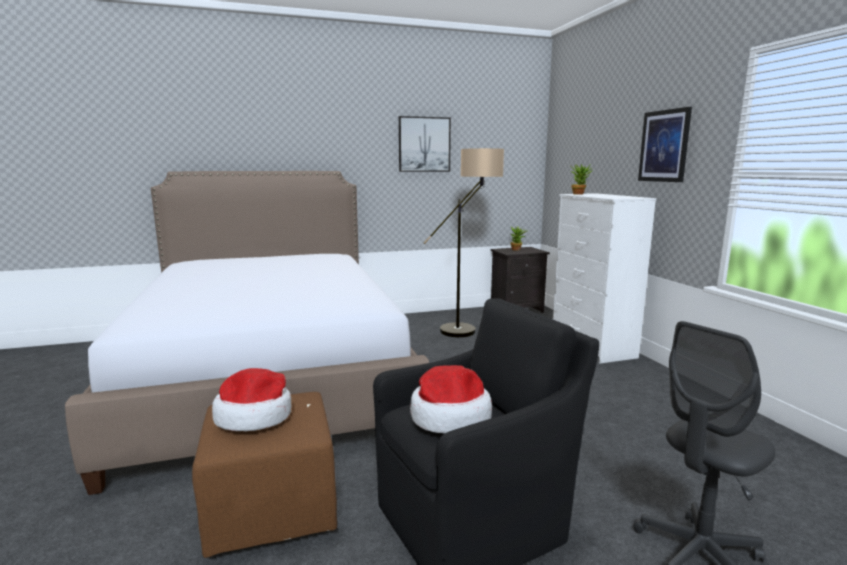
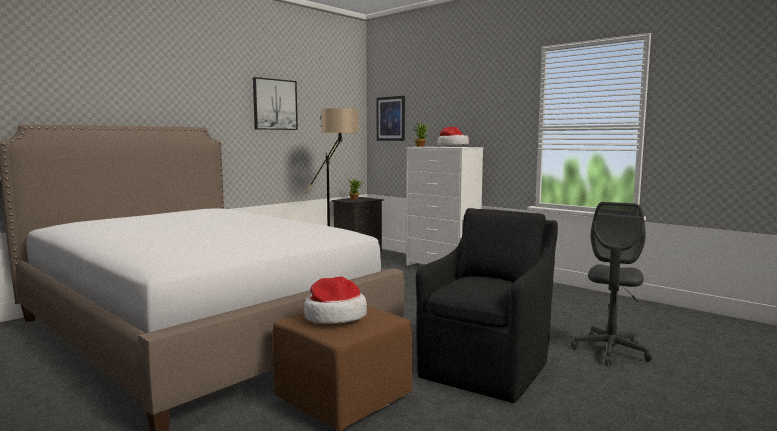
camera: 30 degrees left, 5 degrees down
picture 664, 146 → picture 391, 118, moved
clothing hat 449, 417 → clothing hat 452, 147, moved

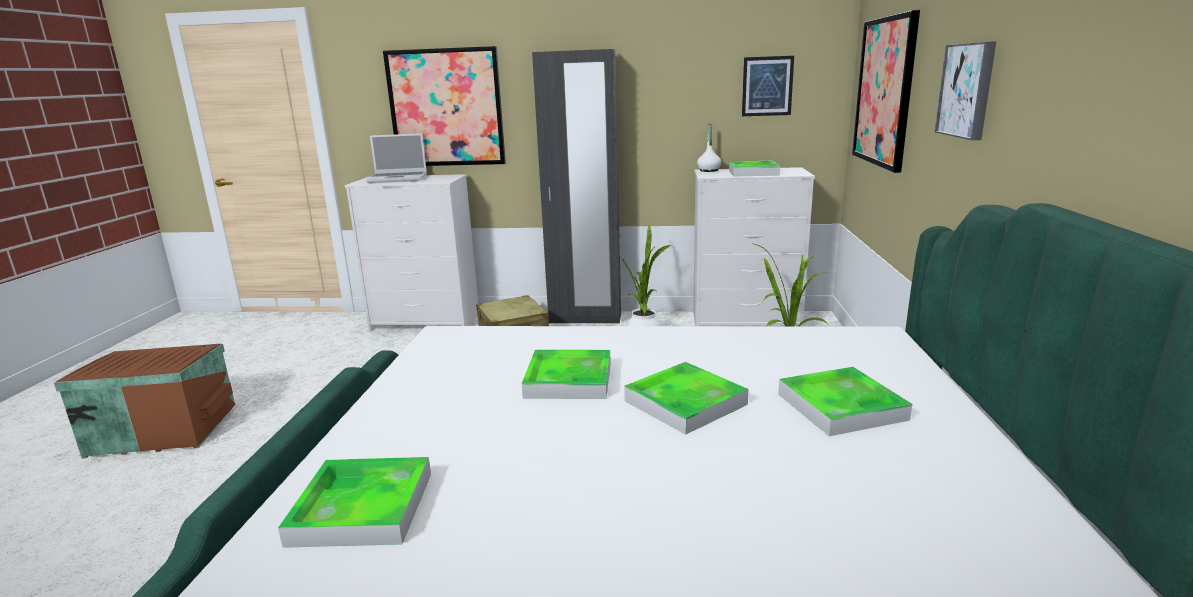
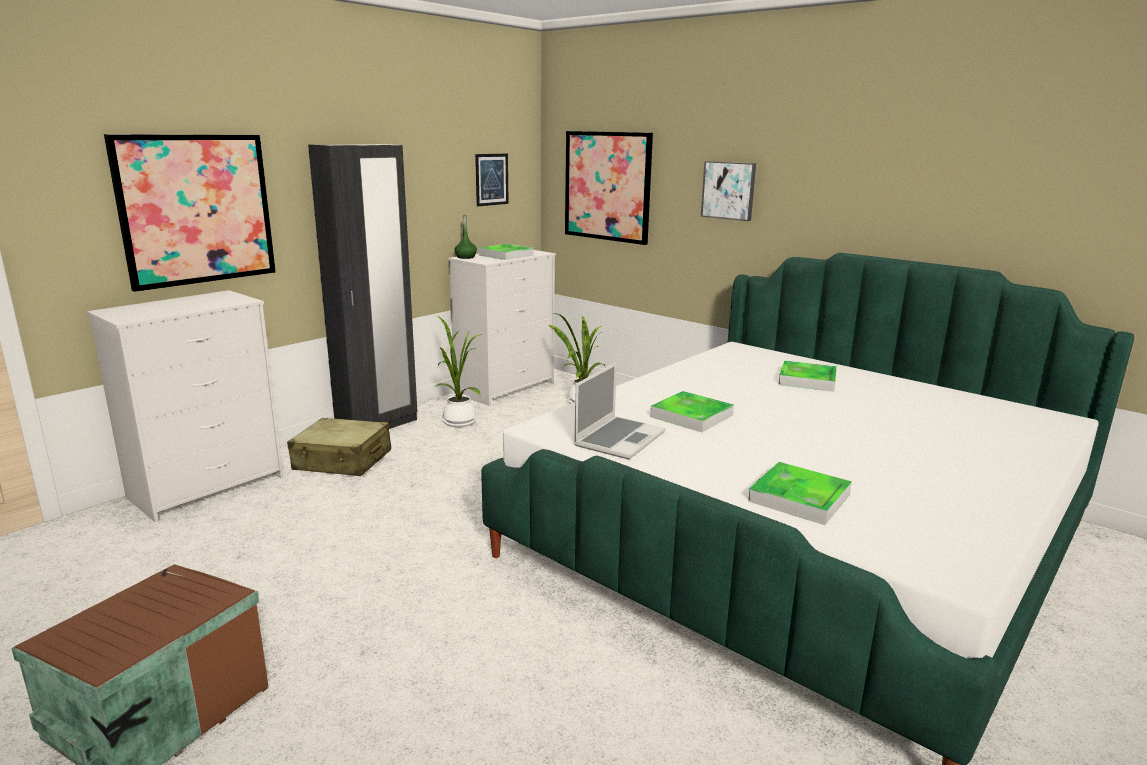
camera: 55 degrees left, 0 degrees up
whitish bottle 709, 170 → green bottle 466, 257
laptop 399, 179 → laptop 619, 439, moved
tray 685, 402 → -

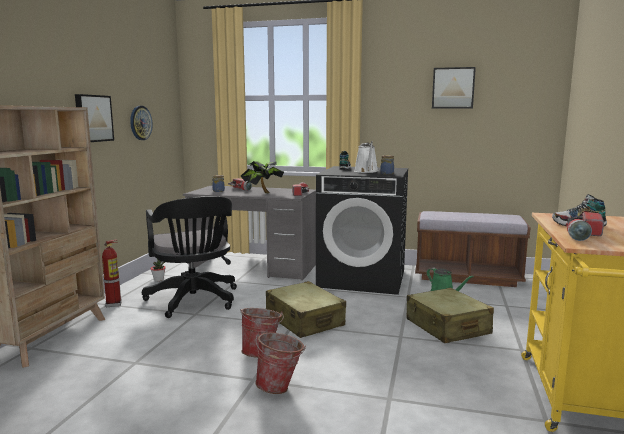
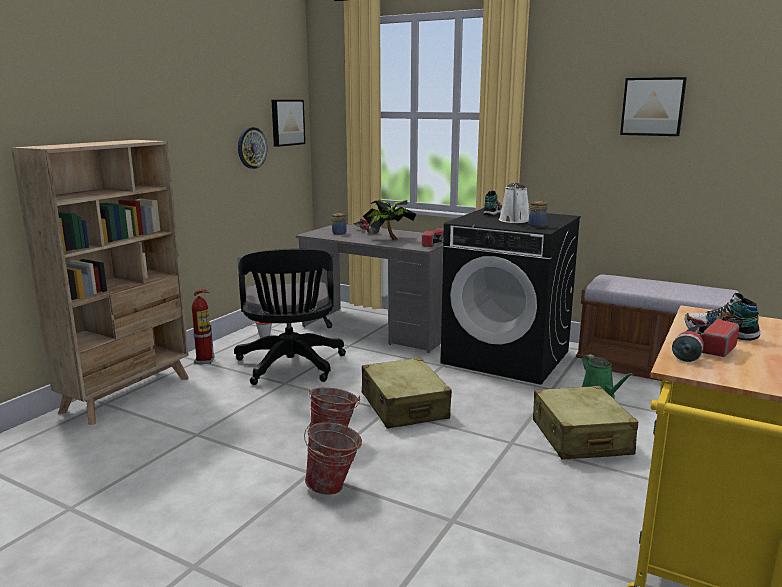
camera: 15 degrees right, 5 degrees up
picture 93, 118 → picture 286, 122, moved

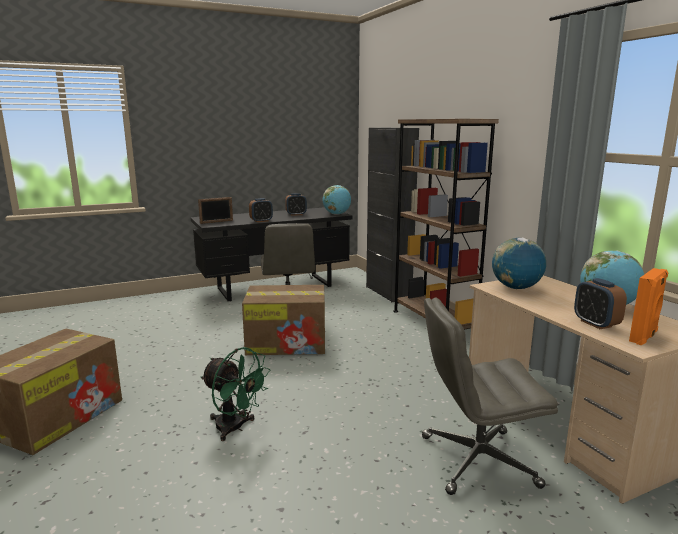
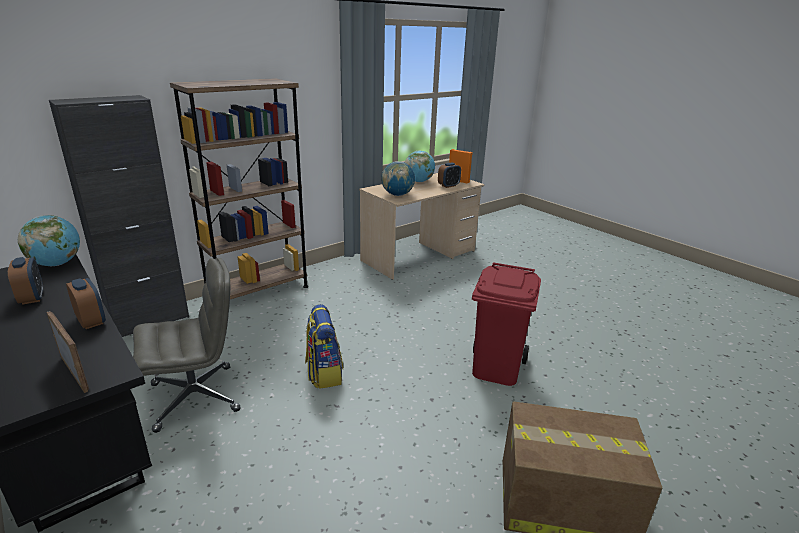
camera: 105 degrees left, 10 degrees up
cardboard box 288, 343 → rucksack 323, 373
green cooling fan 235, 428 → red-coloured rubbish bin 495, 368
greyish desk chair 476, 461 → -

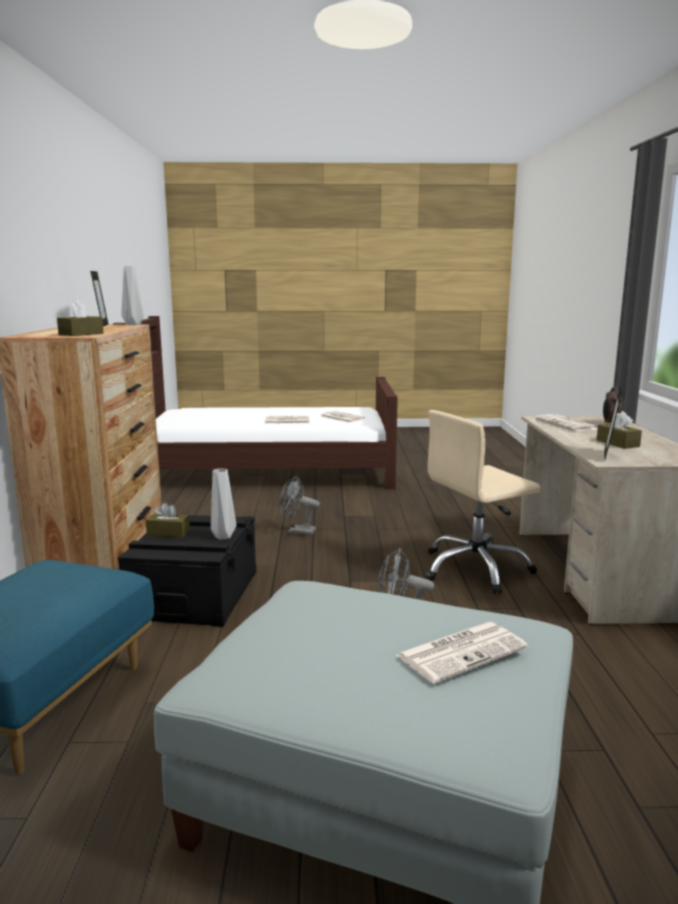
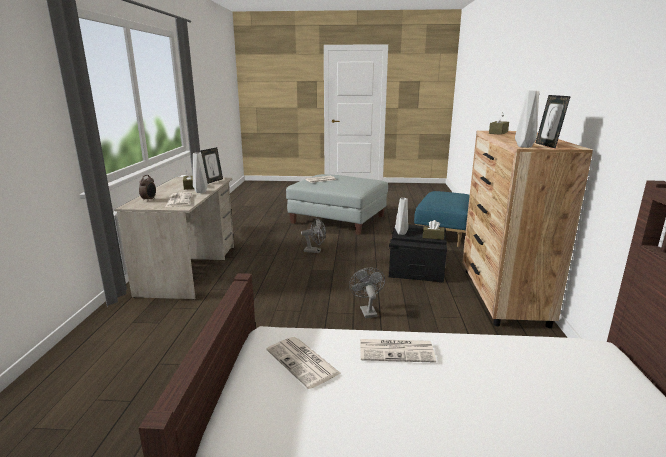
camera: 175 degrees left, 5 degrees up
- → greyish vase 201, 192
greyish cooling fan 297, 532 → greyish cooling fan 367, 310, 120 degrees counterclockwise
beige desk chair 476, 569 → -

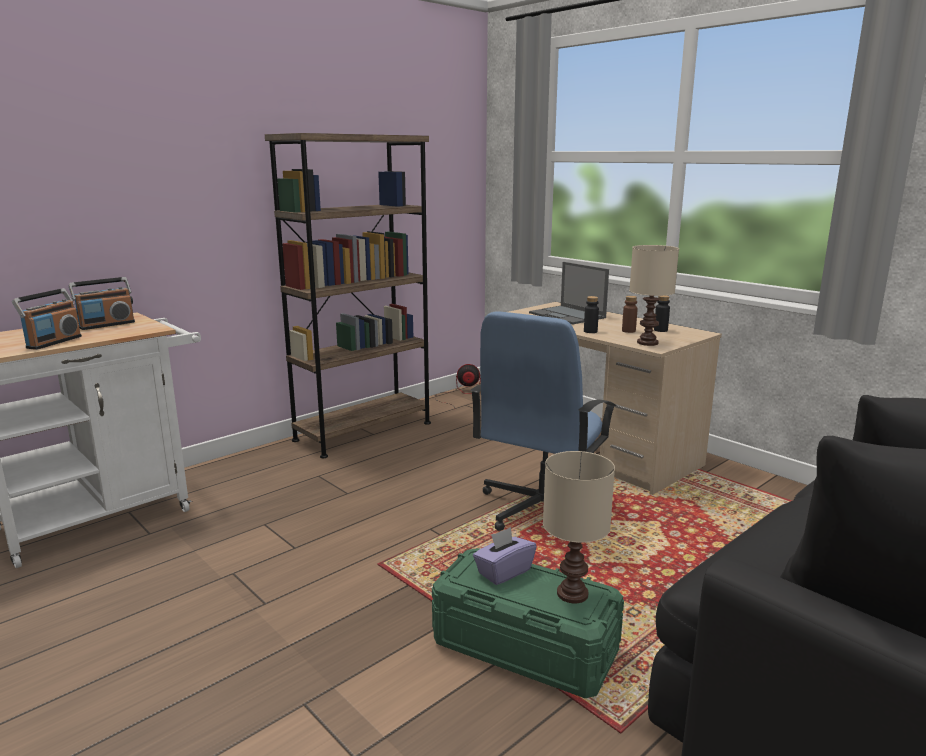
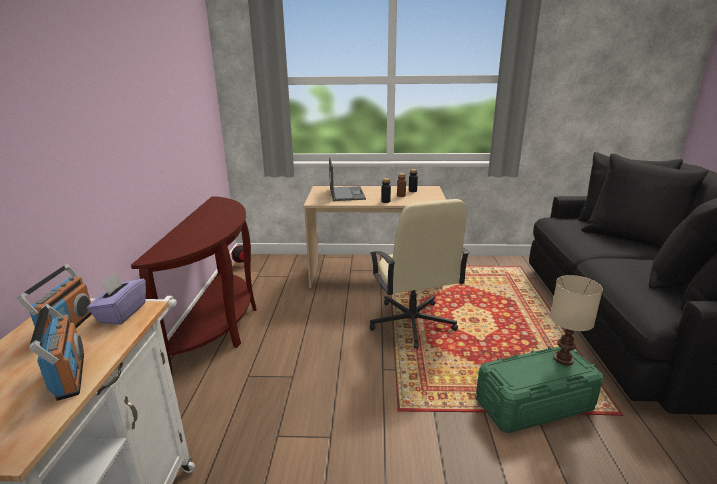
camera: 45 degrees left, 5 degrees up
purple-coloured tissue box 503, 571 → purple-coloured tissue box 122, 313, moved
brown-coloured bookshelf 363, 431 → brown-coloured hall table 220, 326
laptop 568, 315 → laptop 346, 194, 105 degrees counterclockwise
blue desk chair 541, 509 → beige desk chair 412, 323
beige lamp for a table 648, 343 → -

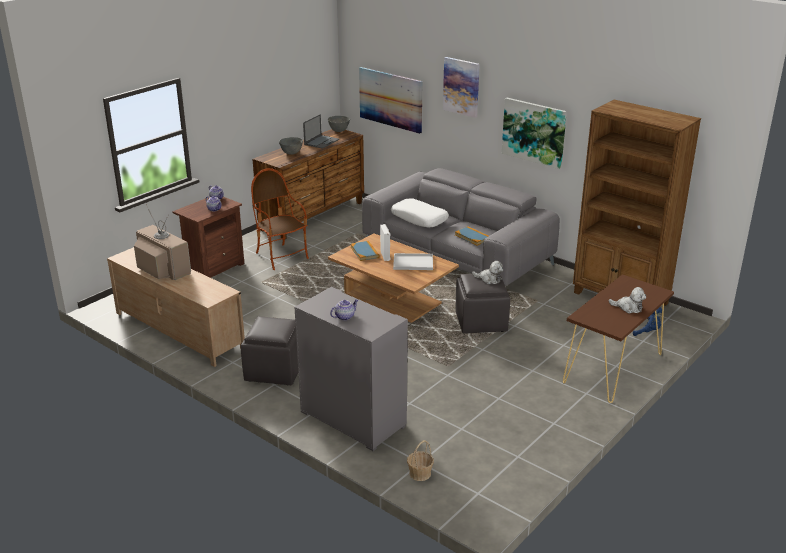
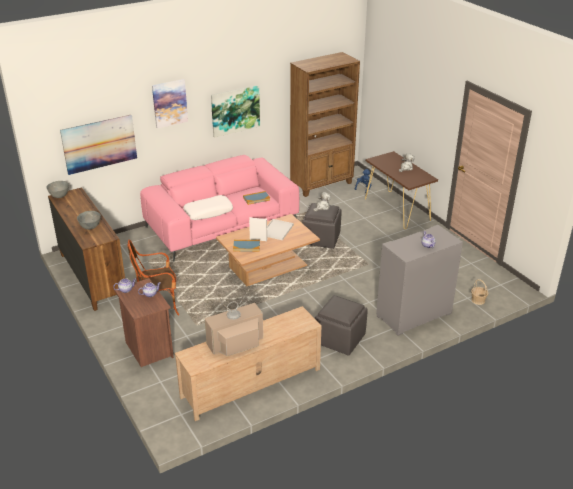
camera: 70 degrees left, 5 degrees up
greyish sofa 457, 255 → pink sofa 222, 225
laptop 321, 142 → -

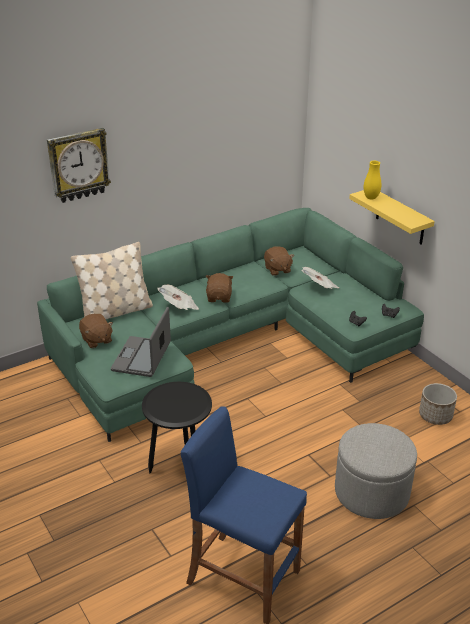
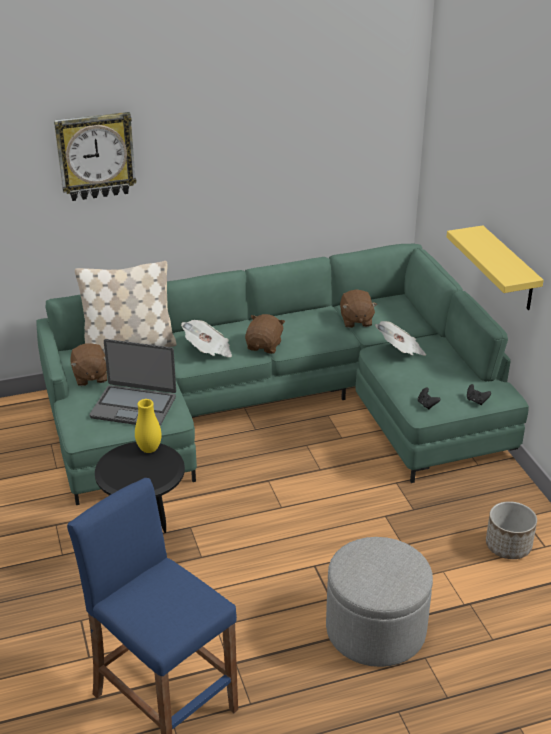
camera: 15 degrees right, 0 degrees up
laptop 142, 357 → laptop 134, 406, 105 degrees counterclockwise
yellow-coloured vase 371, 198 → yellow-coloured vase 149, 449, moved

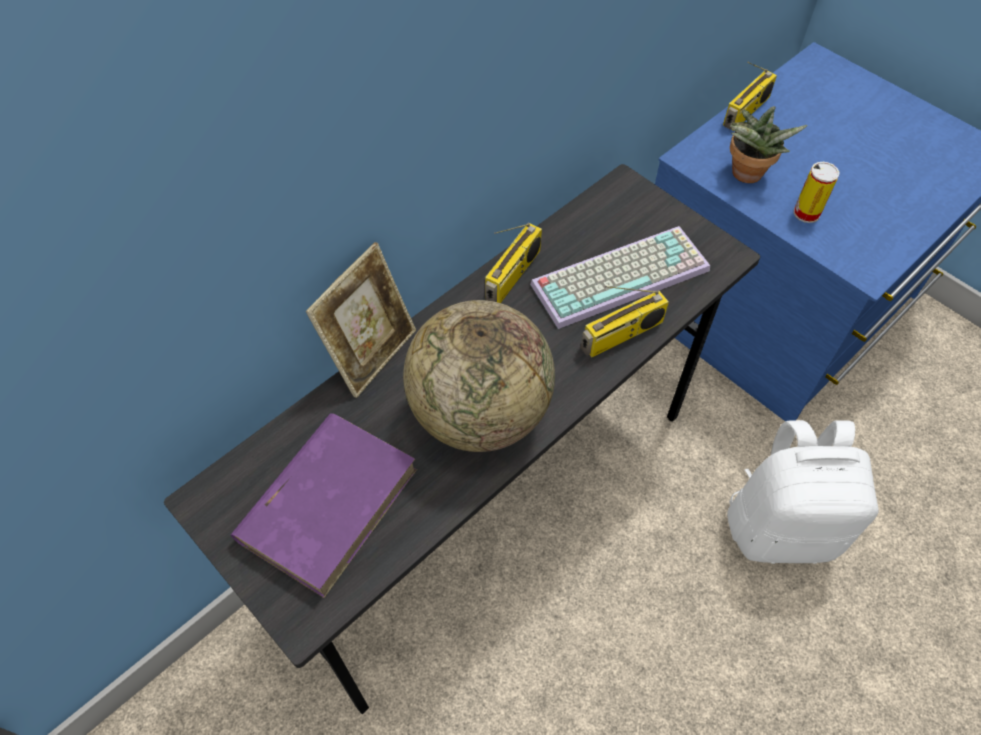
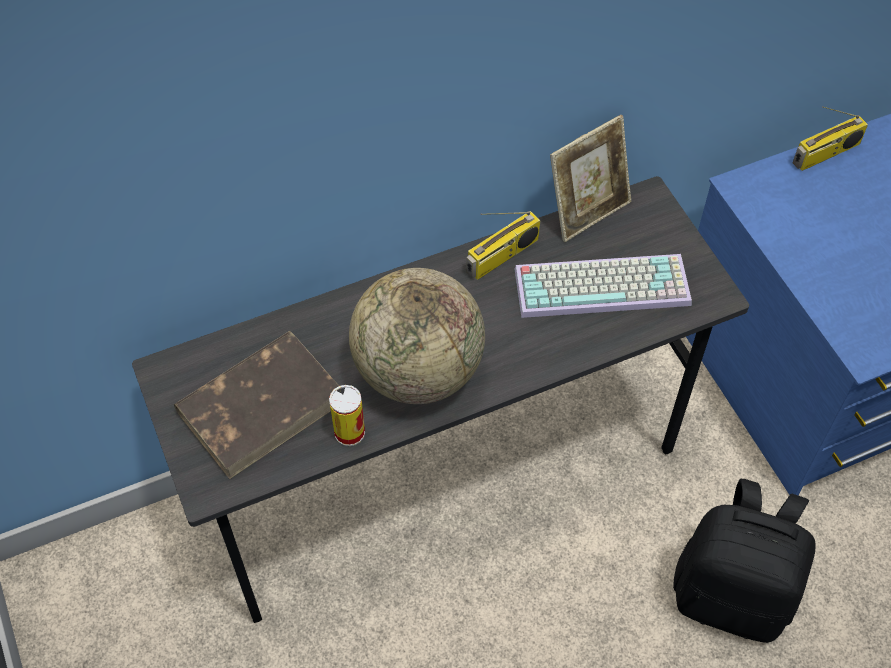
camera: 20 degrees right, 0 degrees up
purple-coloured volume 329, 503 → brown-coloured volume 262, 405
metal can 806, 213 → metal can 349, 432, moved
photo frame 372, 354 → photo frame 587, 211, moved
whitish rucksack 781, 527 → black rucksack 732, 595
radio 621, 336 → -
houseplant 745, 176 → -

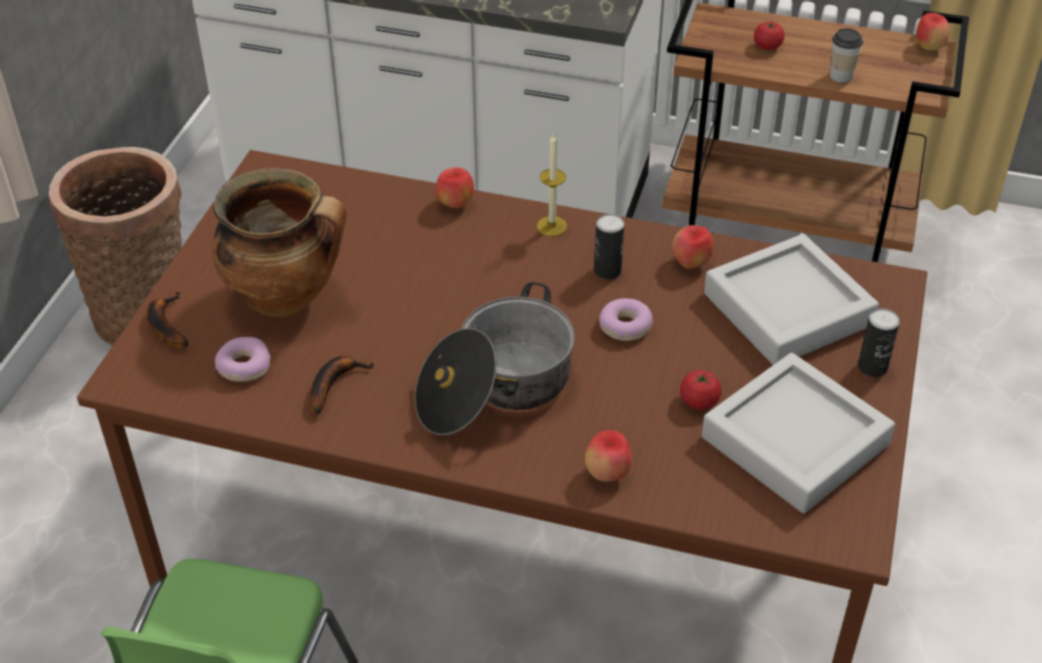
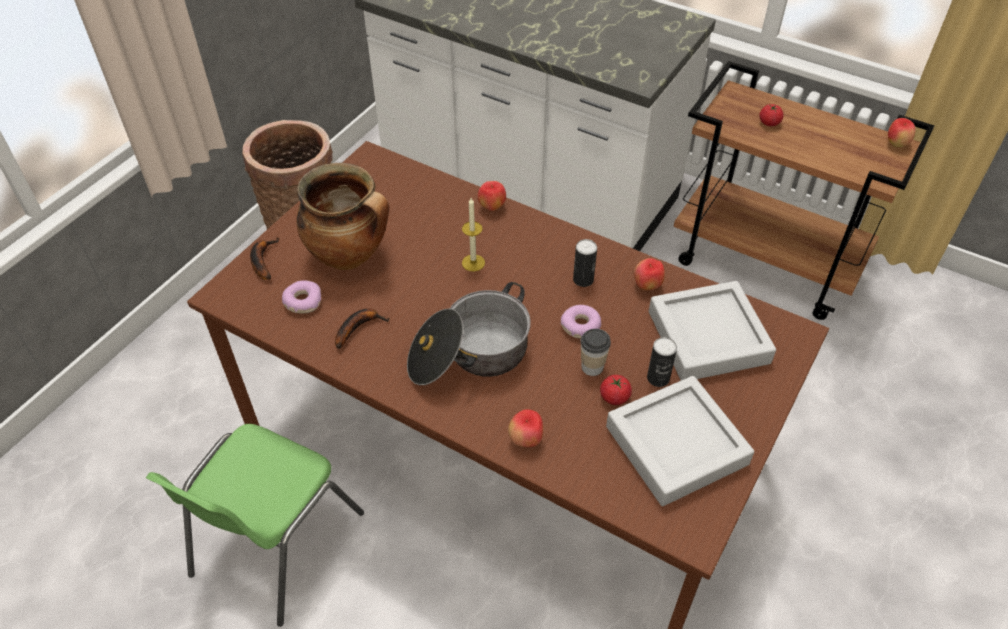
camera: 15 degrees right, 5 degrees up
wax candle 552, 226 → wax candle 473, 263, moved
drinking cup 841, 76 → drinking cup 592, 367, moved
metal can 872, 367 → metal can 658, 378, moved

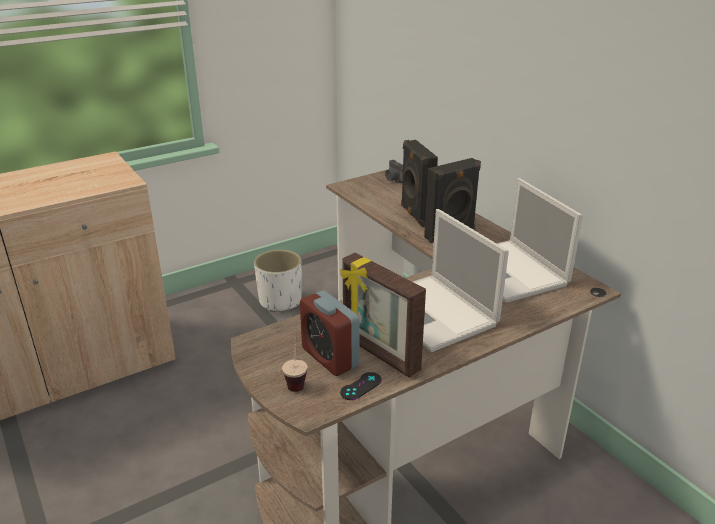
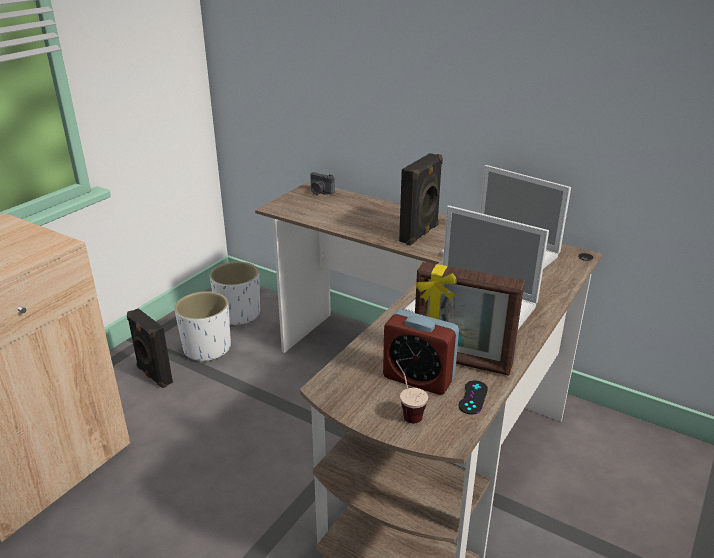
camera: 25 degrees left, 0 degrees up
black loudspeaker 415, 215 → black loudspeaker 153, 375, moved
- → whitish plant pot 238, 314

